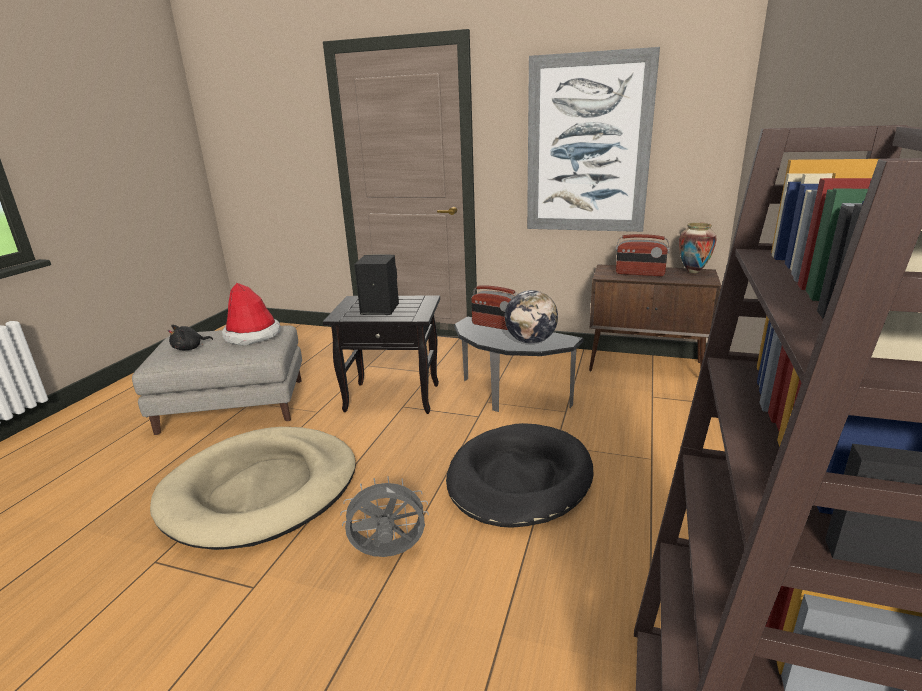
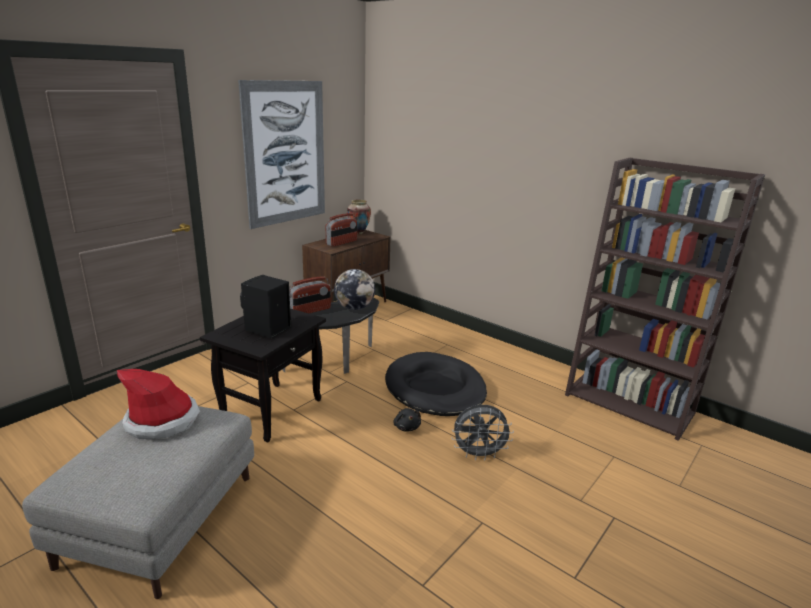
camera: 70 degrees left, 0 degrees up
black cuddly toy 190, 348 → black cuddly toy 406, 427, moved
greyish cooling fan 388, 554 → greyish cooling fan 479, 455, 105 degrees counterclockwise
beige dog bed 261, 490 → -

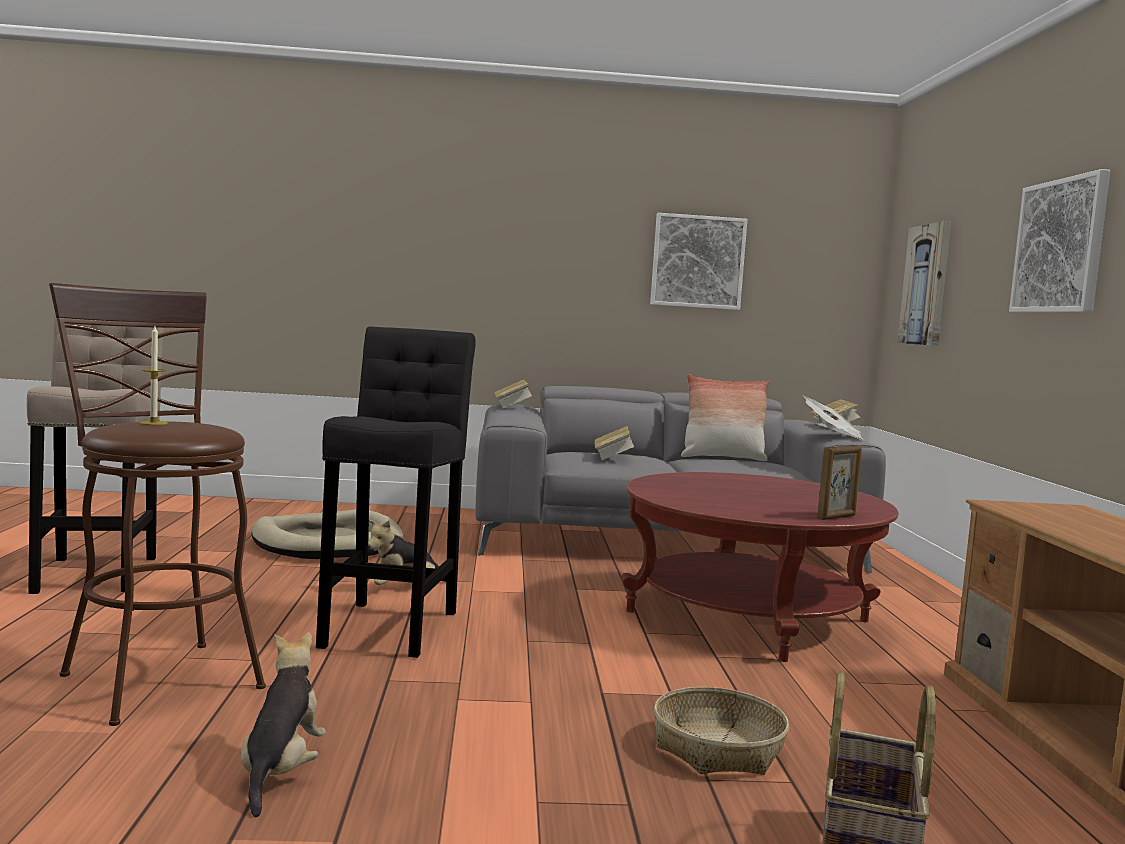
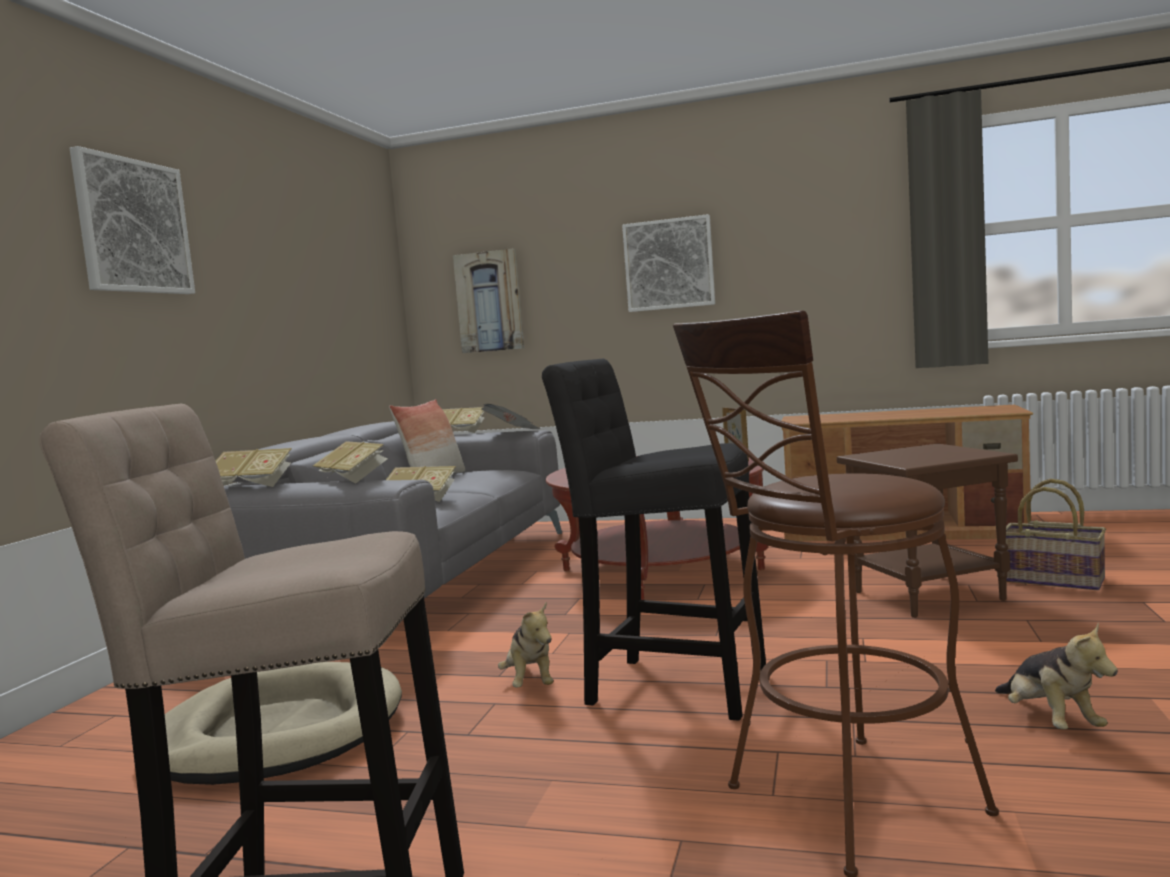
camera: 70 degrees left, 0 degrees up
picture 697, 262 → picture 133, 226, moved
- → volume 352, 478
household basket 718, 748 → brown-coloured accent table 928, 595
cuddly toy 281, 771 → cuddly toy 1050, 721, 120 degrees counterclockwise
wax candle 153, 423 → -

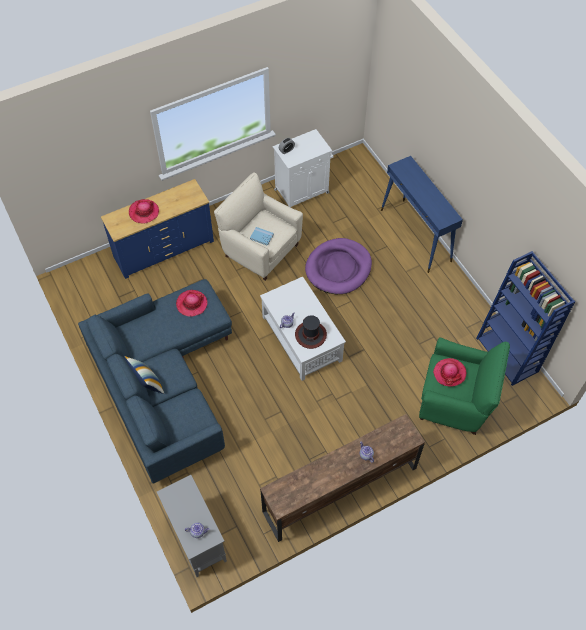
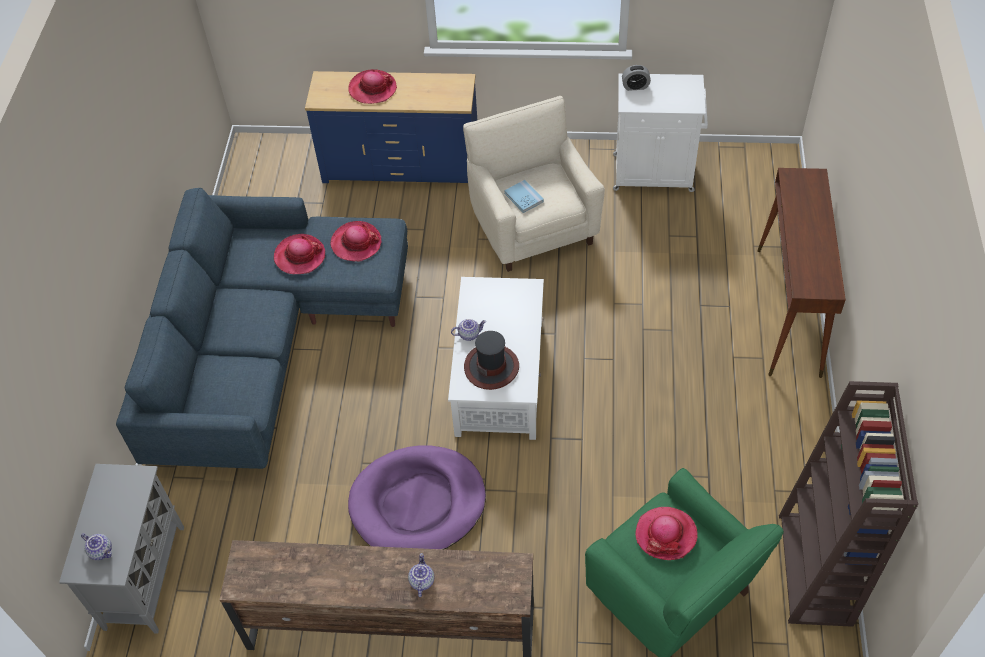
camera: 35 degrees right, 5 degrees down
- → clothing hat 300, 256
purple-coloured dog bed 338, 268 → purple-coloured dog bed 418, 503, moved
blue hall table 416, 235 → brown-coloured hall table 788, 312
blue bookshelf 508, 355 → brown-coloured bookshelf 816, 570
throw pillow 147, 383 → -

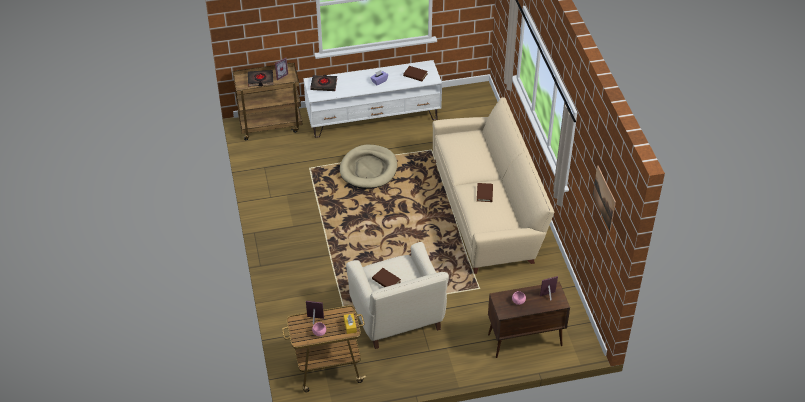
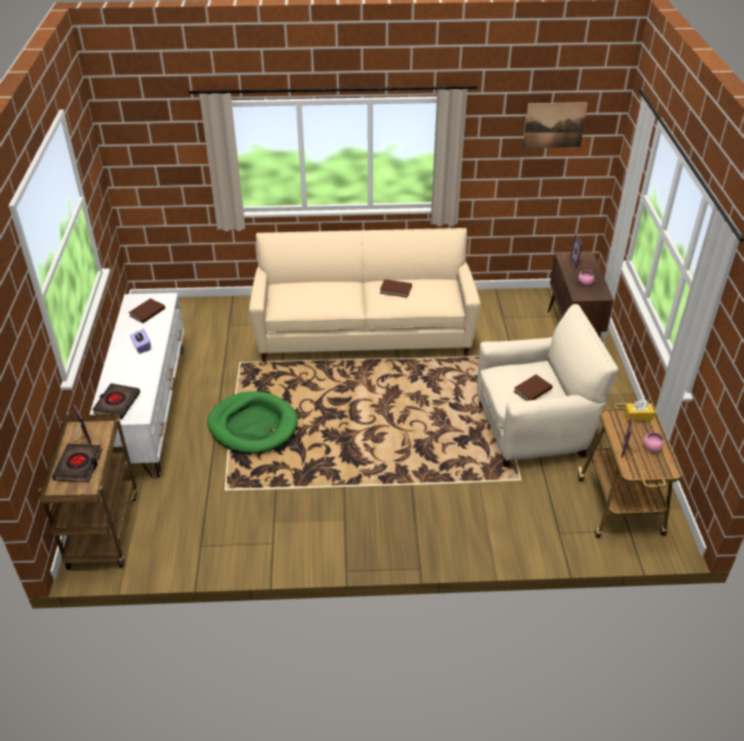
camera: 80 degrees left, 5 degrees down
beige dog bed 368, 169 → green dog bed 253, 426

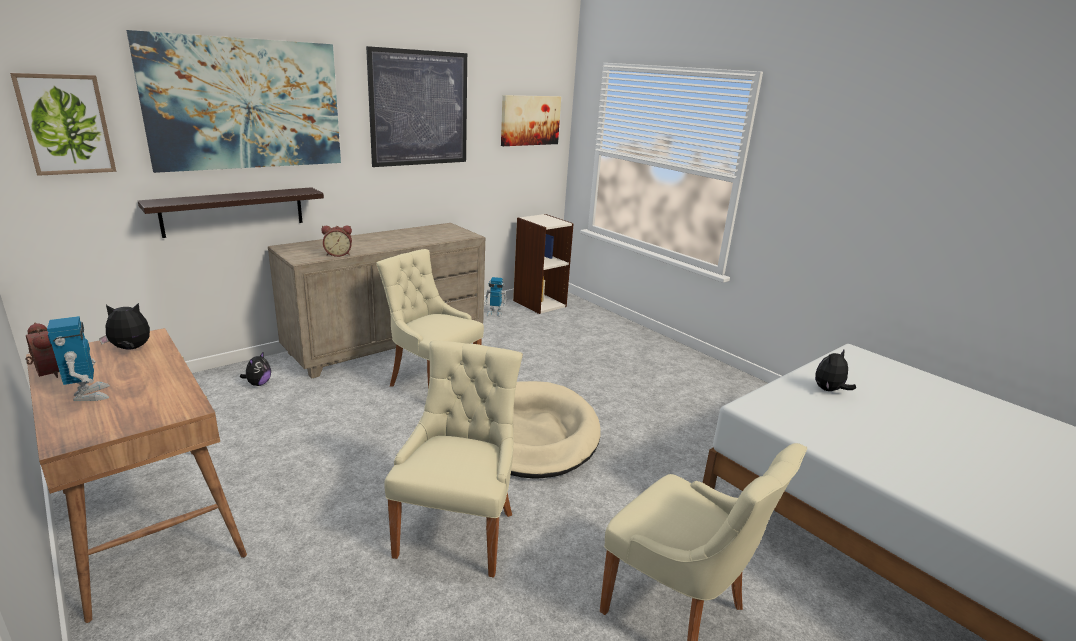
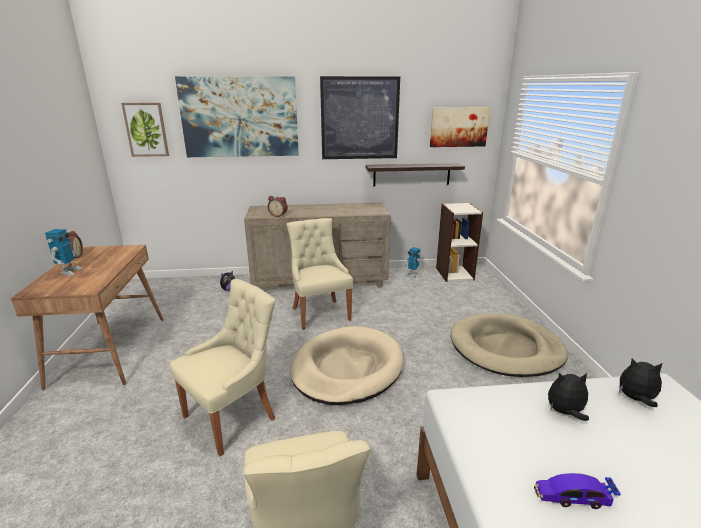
camera: 35 degrees right, 0 degrees up
shelf 234, 211 → shelf 411, 174, moved
- → beige dog bed 506, 348
- → model car 573, 497
cuddly toy 131, 349 → cuddly toy 635, 399, moved

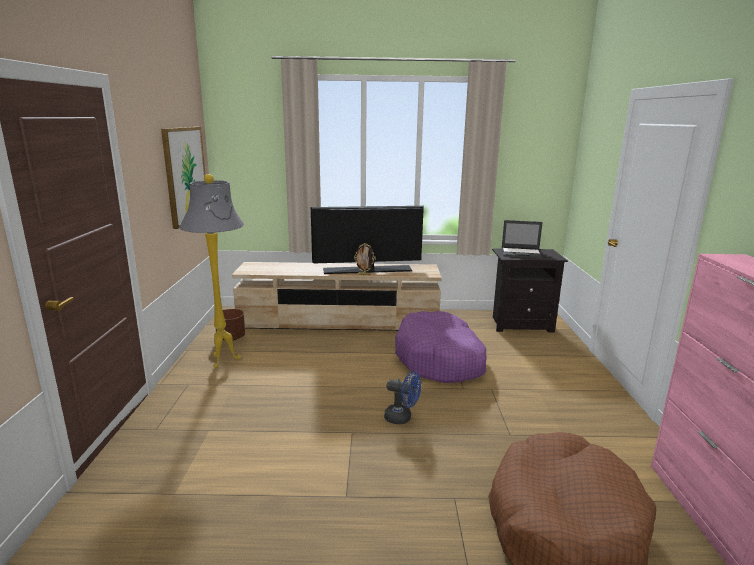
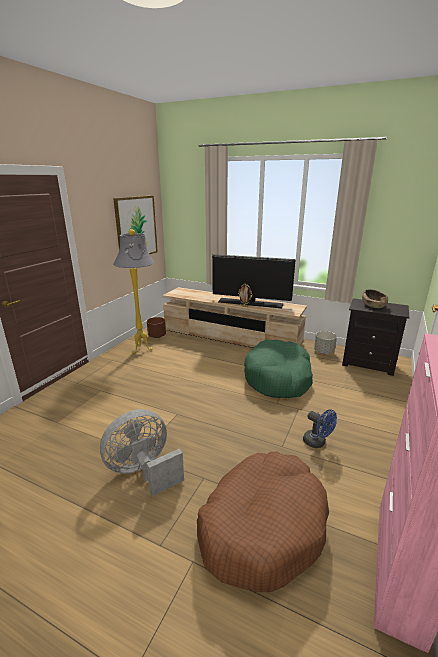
camera: 25 degrees right, 5 degrees up
- → greyish cooling fan 143, 471
purple-coloured dog bed 440, 359 → green dog bed 278, 378
blue cooling fan 402, 418 → blue cooling fan 317, 443, moved
- → greyish plant pot 324, 352
laptop 521, 253 → brown-coloured deep dish 373, 305

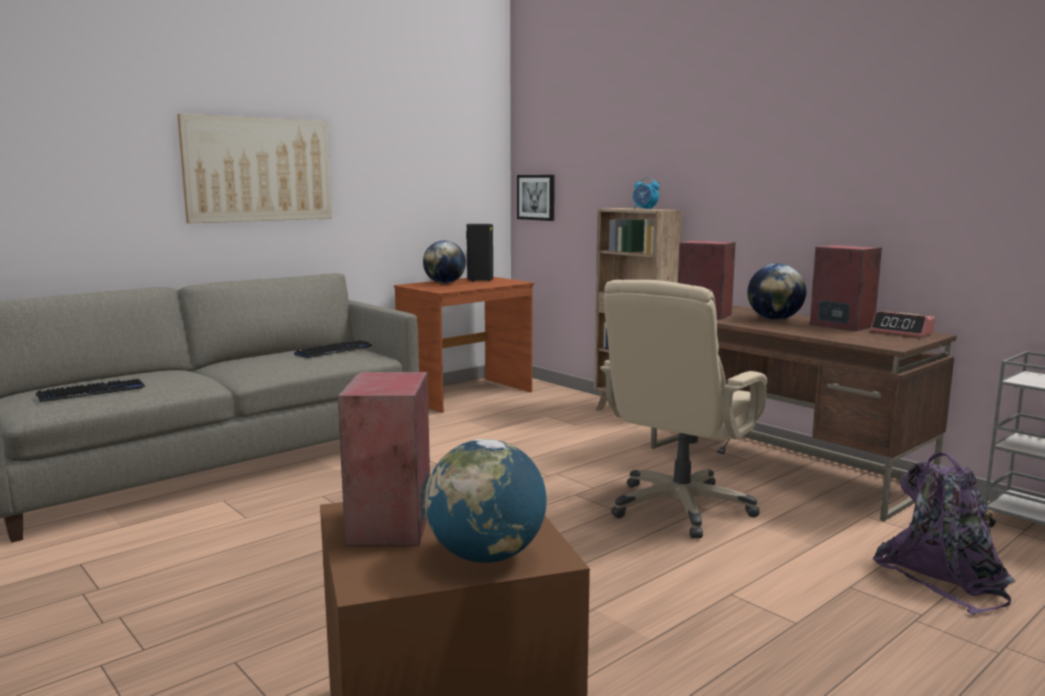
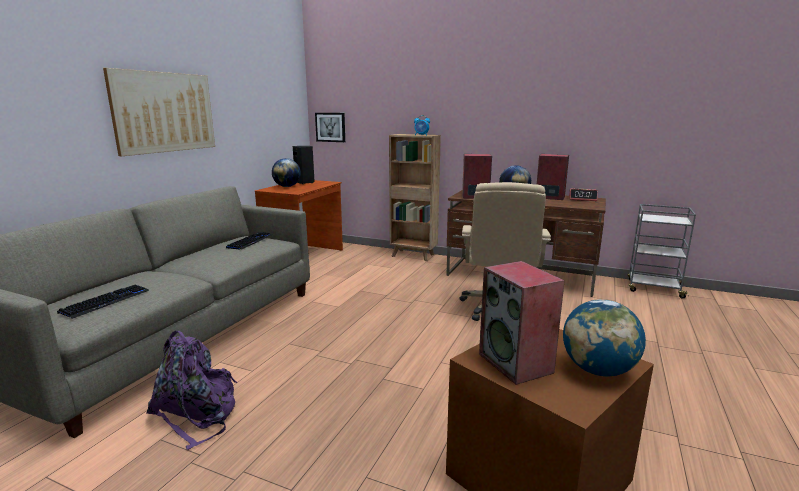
camera: 25 degrees left, 5 degrees up
purple-coloured rucksack 945, 577 → purple-coloured rucksack 197, 414, moved

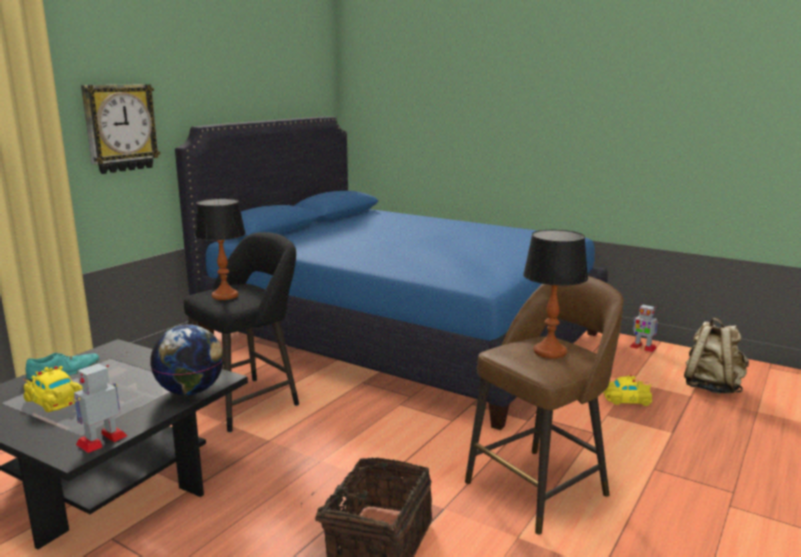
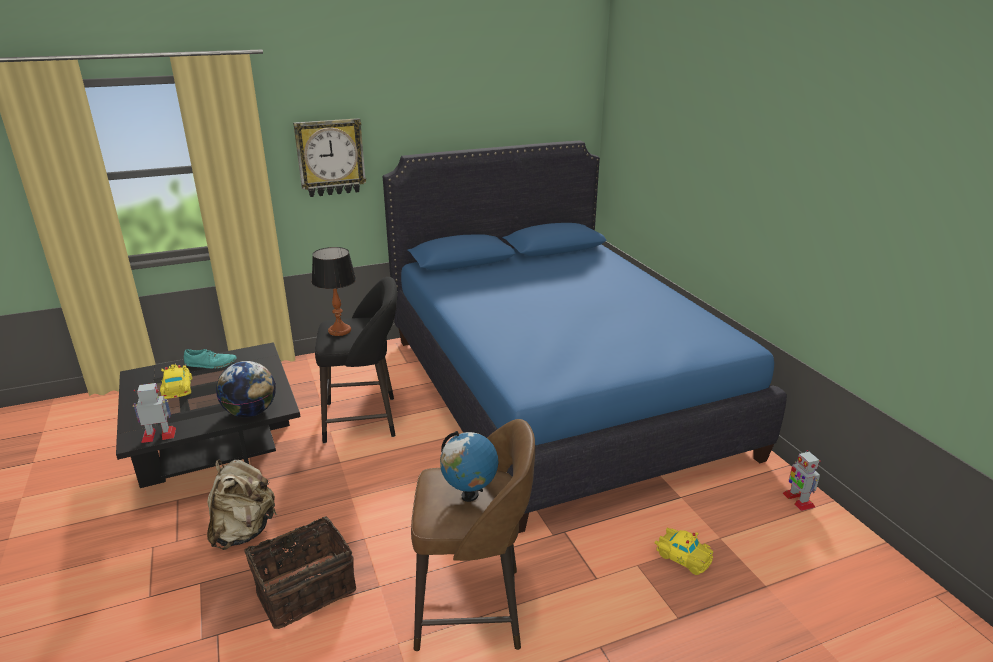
camera: 35 degrees right, 10 degrees up
beige rucksack 711, 387 → beige rucksack 244, 531, moved
lamp for a table 550, 352 → desk globe 469, 495

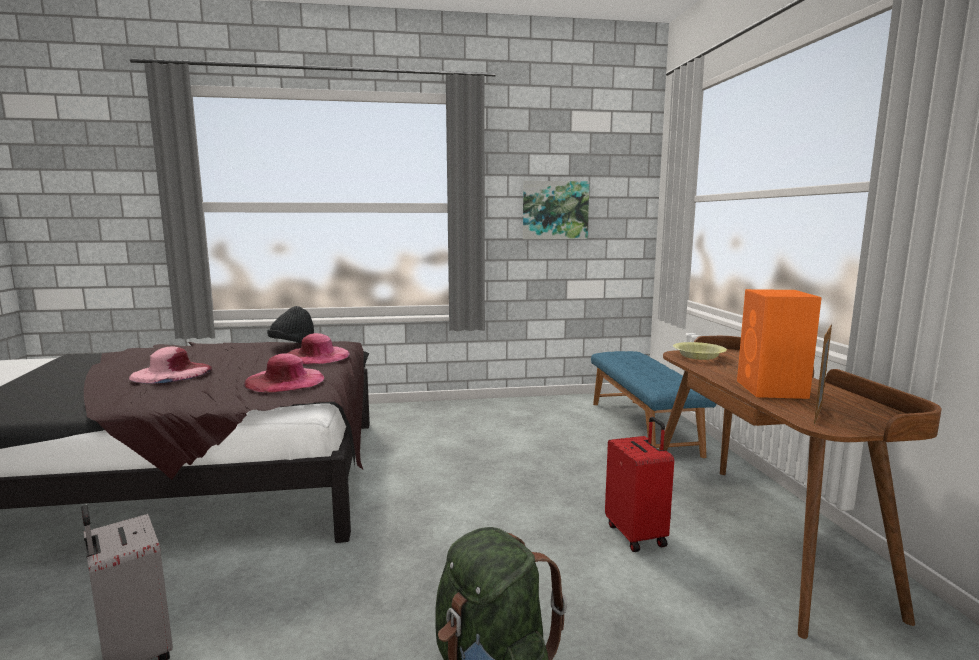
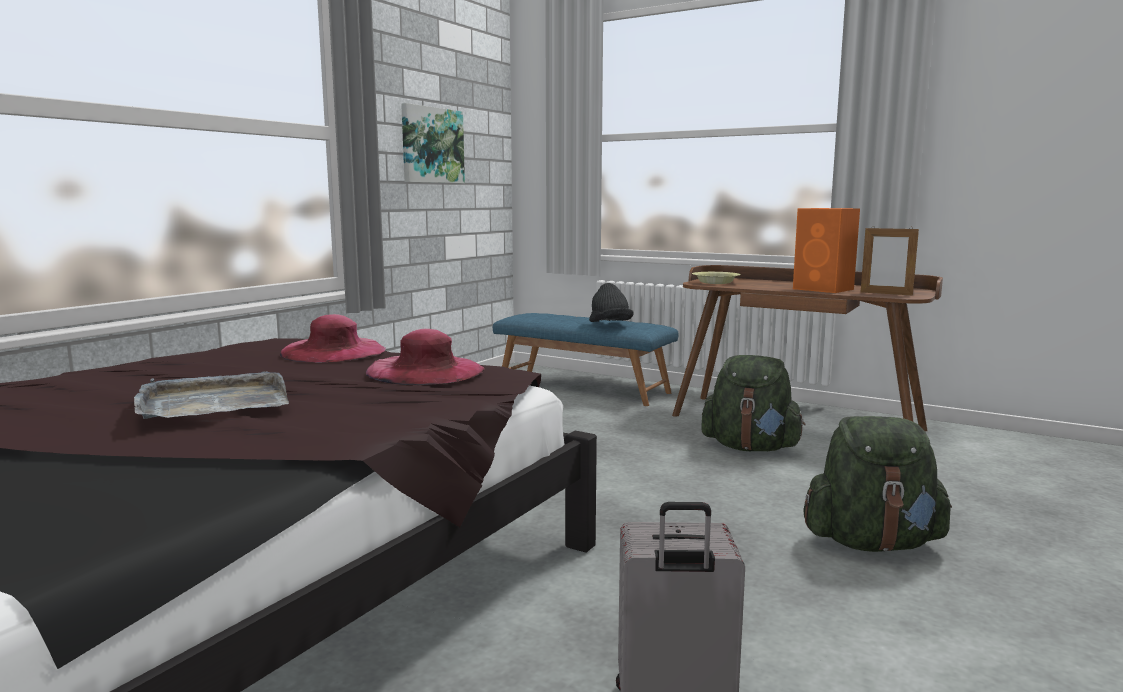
camera: 50 degrees left, 0 degrees up
pink clothing hat 171, 372 → greyish tray 213, 402
black clothing hat 293, 345 → black clothing hat 610, 325, moved
red-coloured piece of luggage 637, 535 → green rucksack 750, 447
photo frame 818, 414 → photo frame 886, 293, 45 degrees counterclockwise

